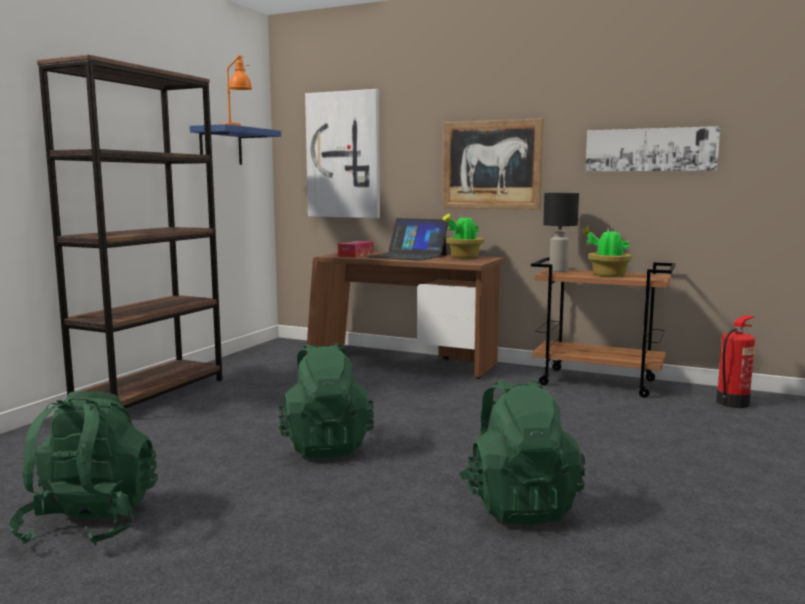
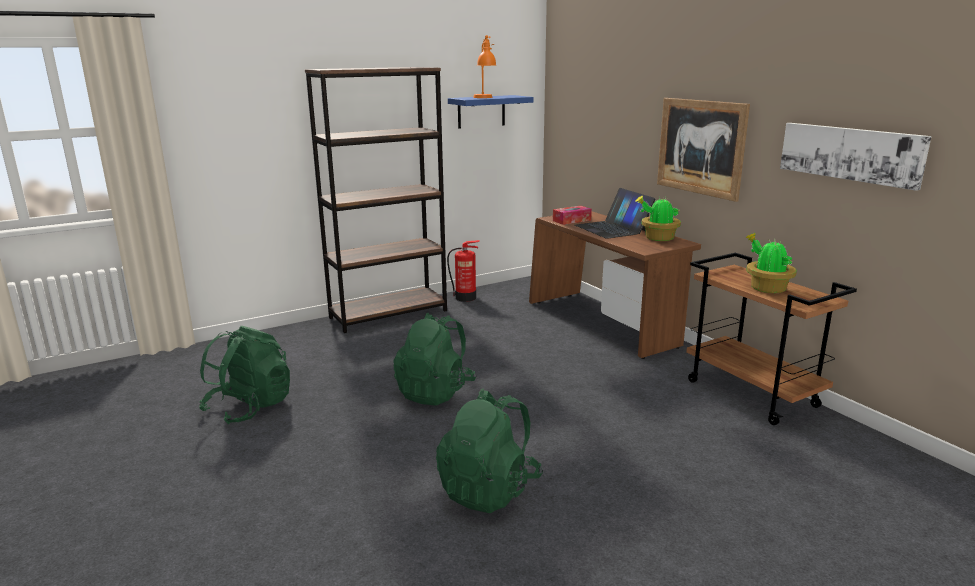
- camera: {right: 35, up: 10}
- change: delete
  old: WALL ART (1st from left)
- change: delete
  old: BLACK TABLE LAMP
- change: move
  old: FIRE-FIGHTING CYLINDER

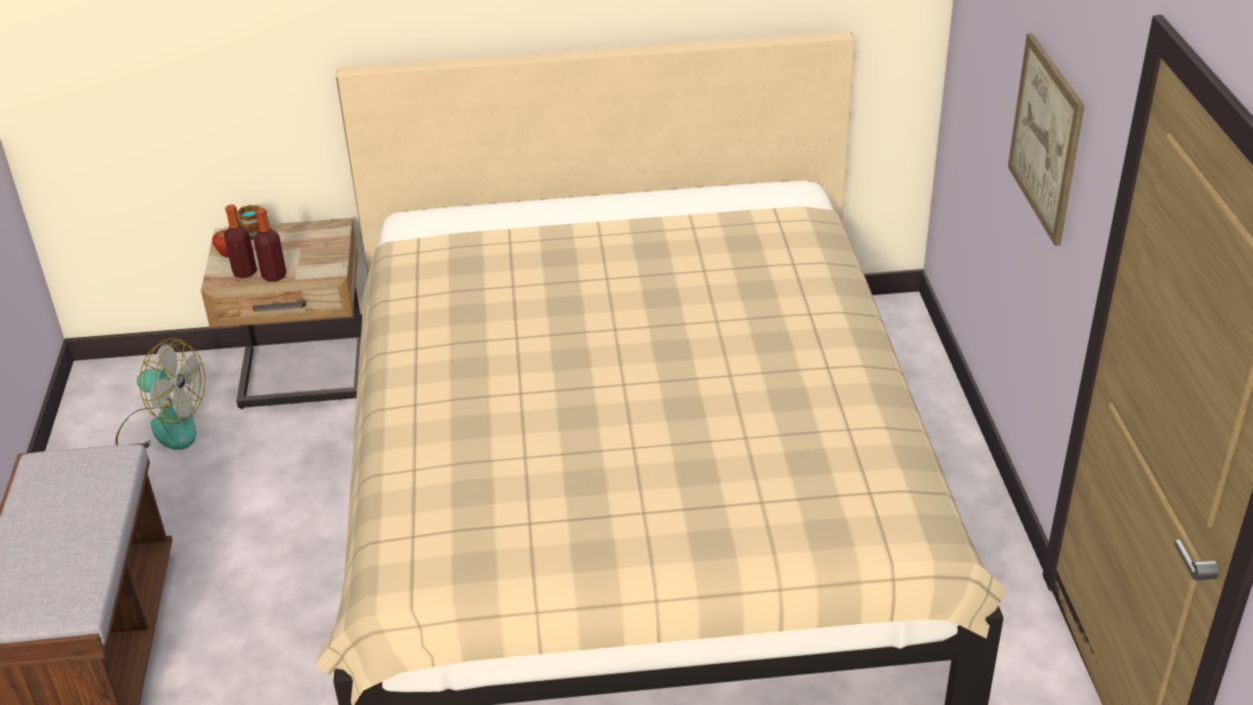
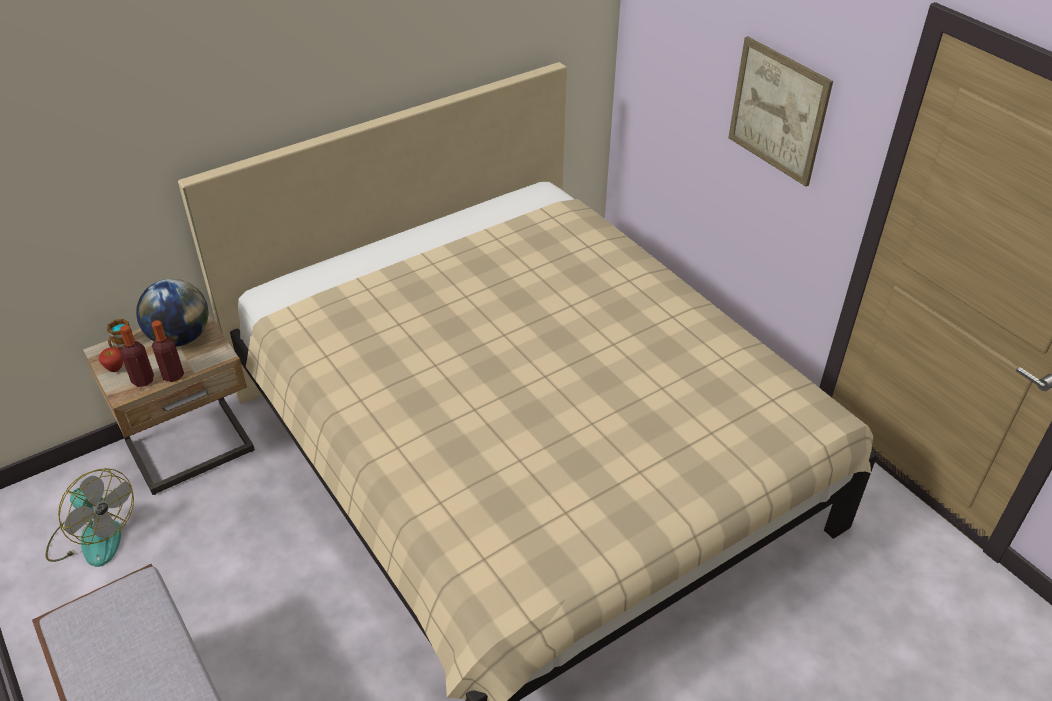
- camera: {right: -30, up: 5}
- change: rotate
  old: COOLING FAN
  degrees: 45
- change: insert
  new: DESK GLOBE

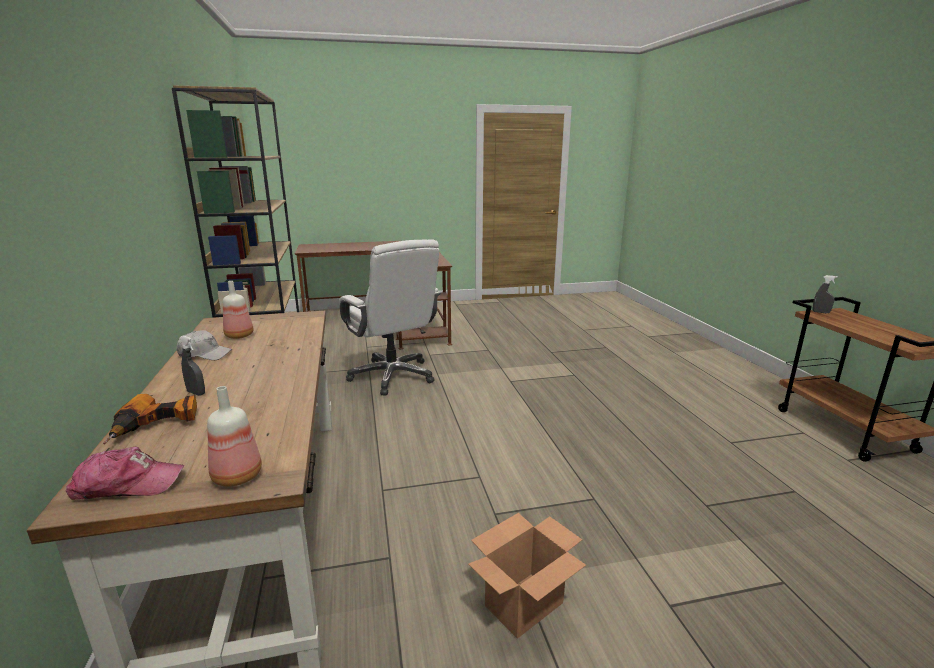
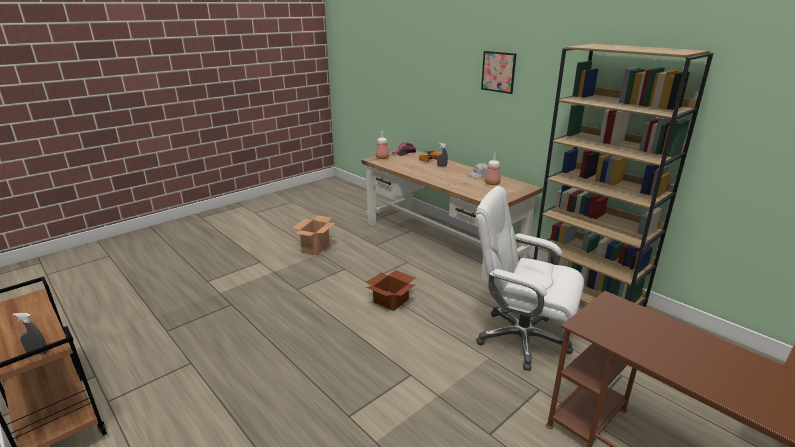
- camera: {right: 150, up: 5}
- change: insert
  new: WALL ART
- change: insert
  new: PACKING BOX (2nd from left)

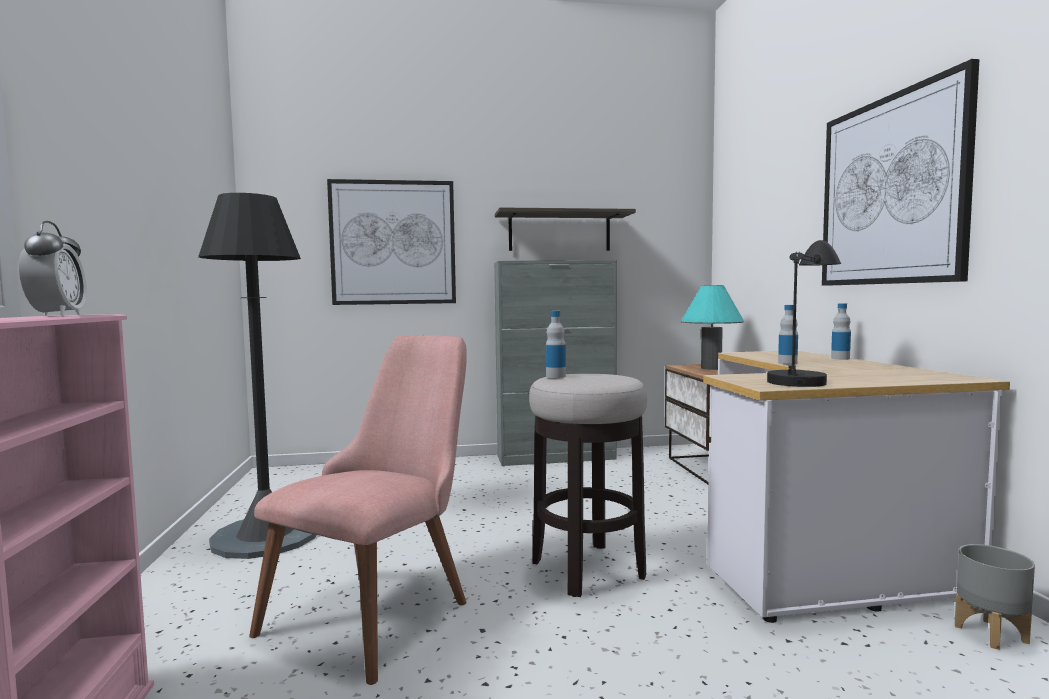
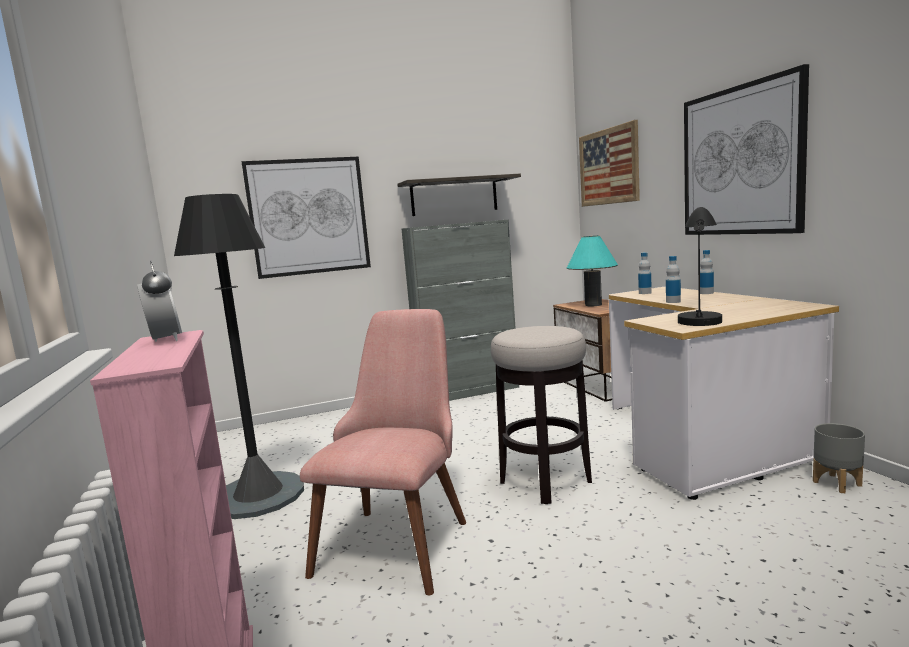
- camera: {right: -10, up: 5}
- change: move
  old: DRINK BOTTLE (1st from left)
- change: insert
  new: WALL ART (2nd from left)

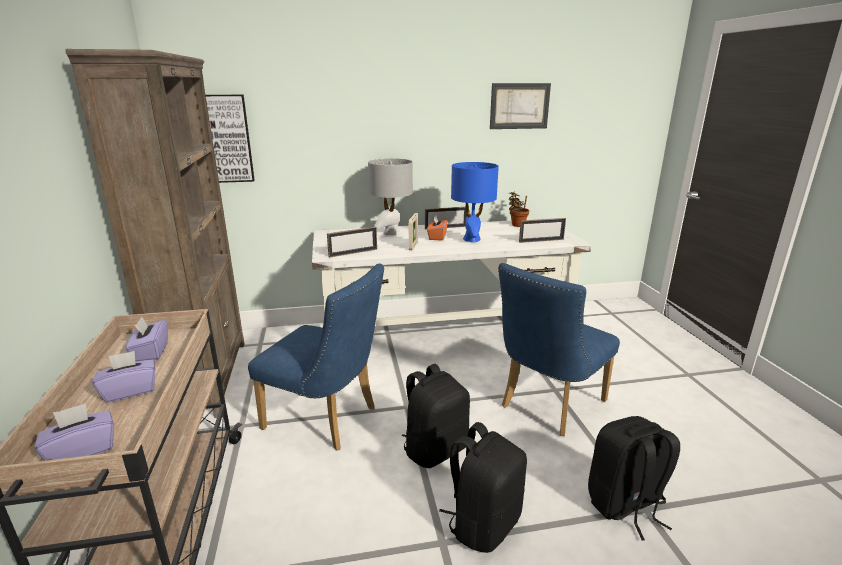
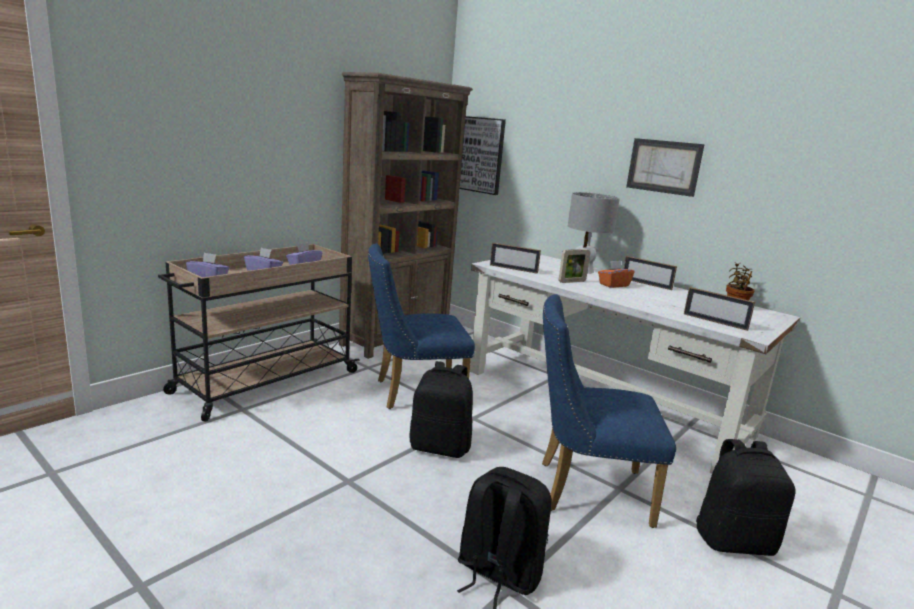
- camera: {right: 50, up: -5}
- change: move
  old: WALL ART (2nd from left)
- change: delete
  old: BLUE TABLE LAMP
- change: rotate
  old: BLUE PLAIN CHAIR (1st from left)
  degrees: 90
- change: move
  old: BLACK RUCKSACK (2nd from left in the first image)
  new: BLACK RUCKSACK (3rd from left)

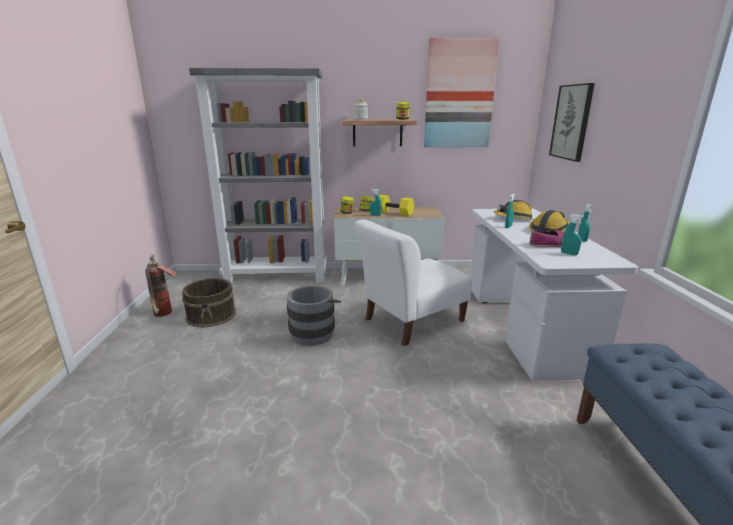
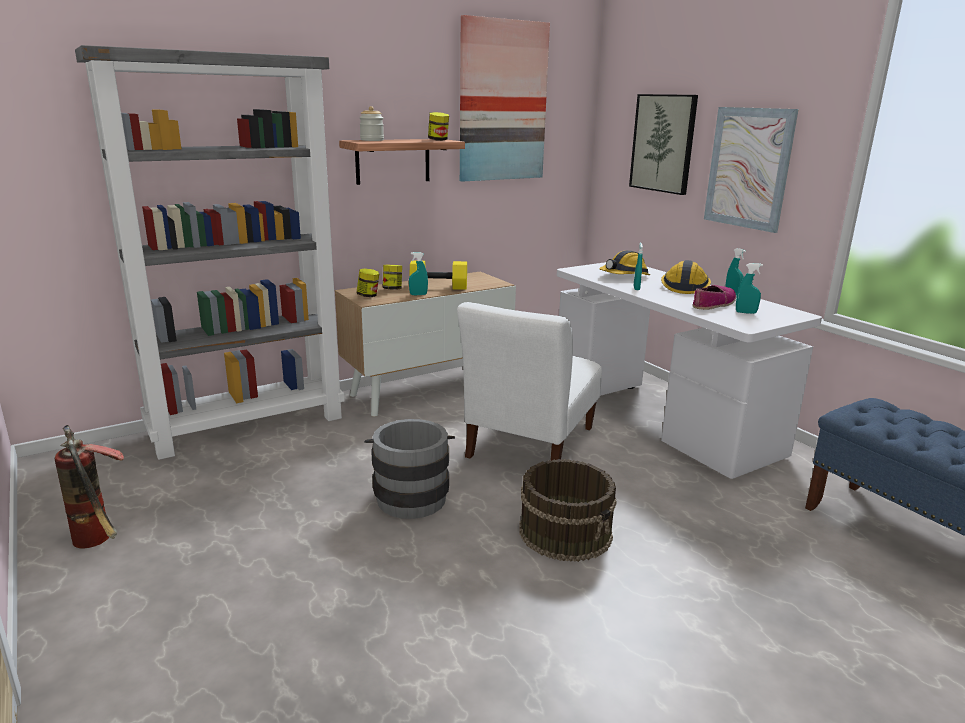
- camera: {right: -30, up: 0}
- change: move
  old: BROWNISH BUCKET
- change: insert
  new: WALL ART (3rd from left)

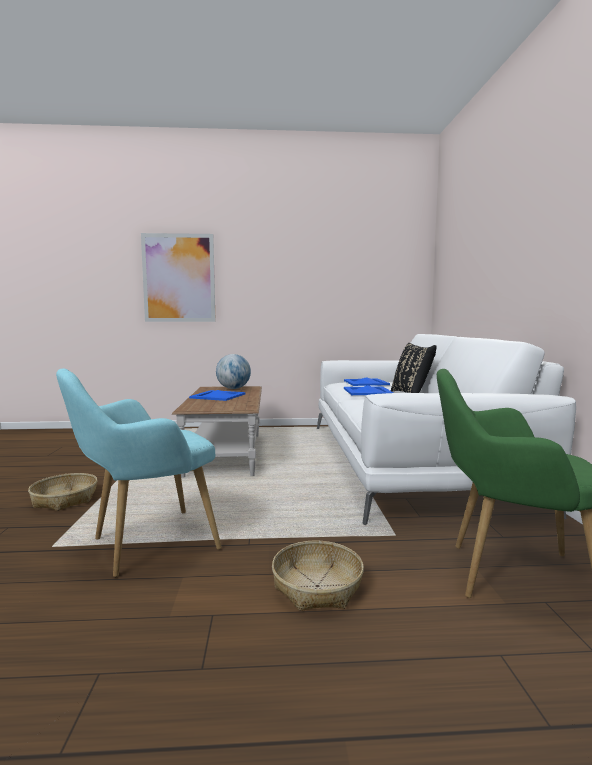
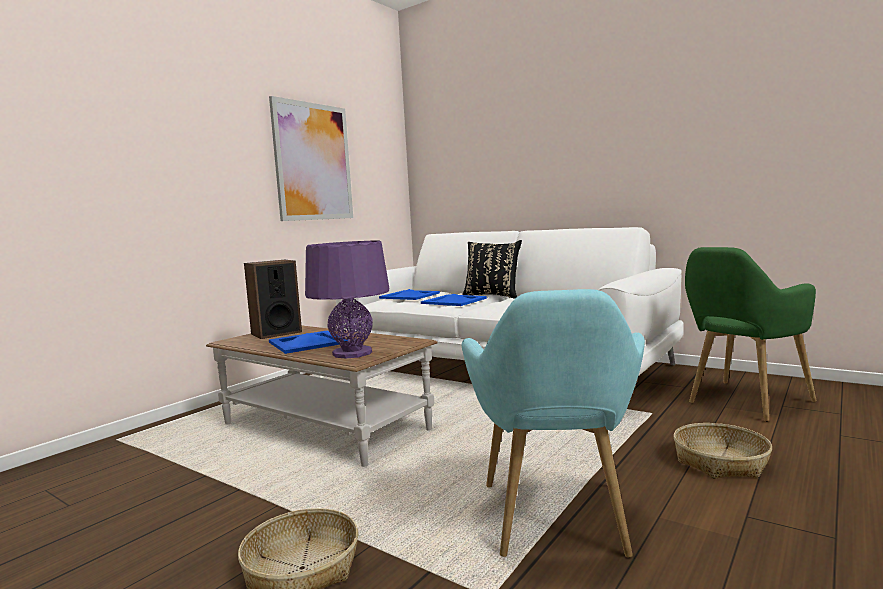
- camera: {right: -50, up: 0}
- change: move
  old: WALL ART
- change: replace
  old: DESK GLOBE
  new: AUDIO SPEAKER
- change: insert
  new: PURPLE TABLE LAMP

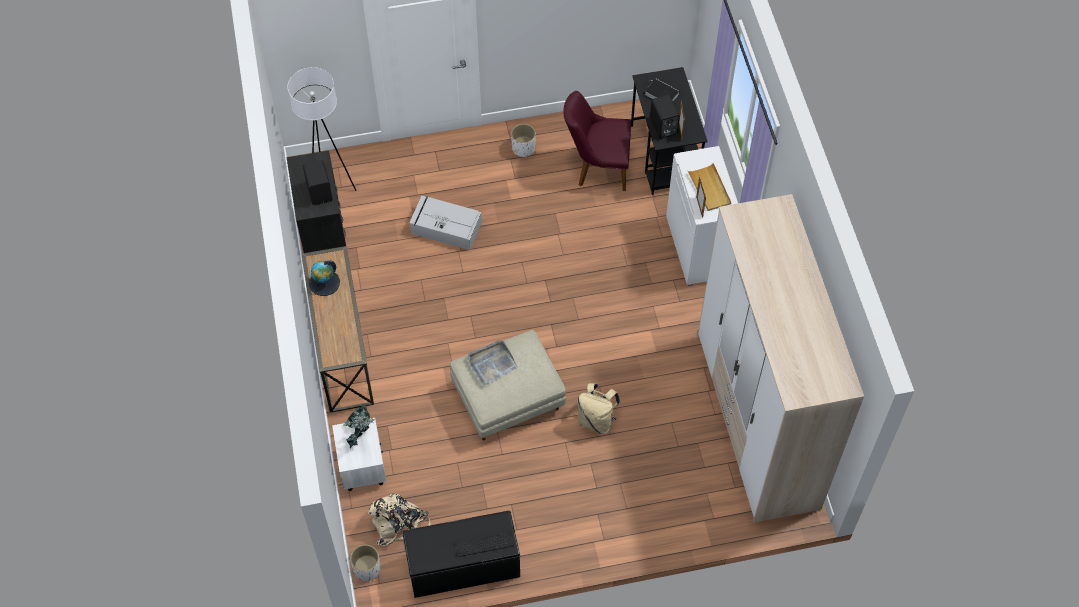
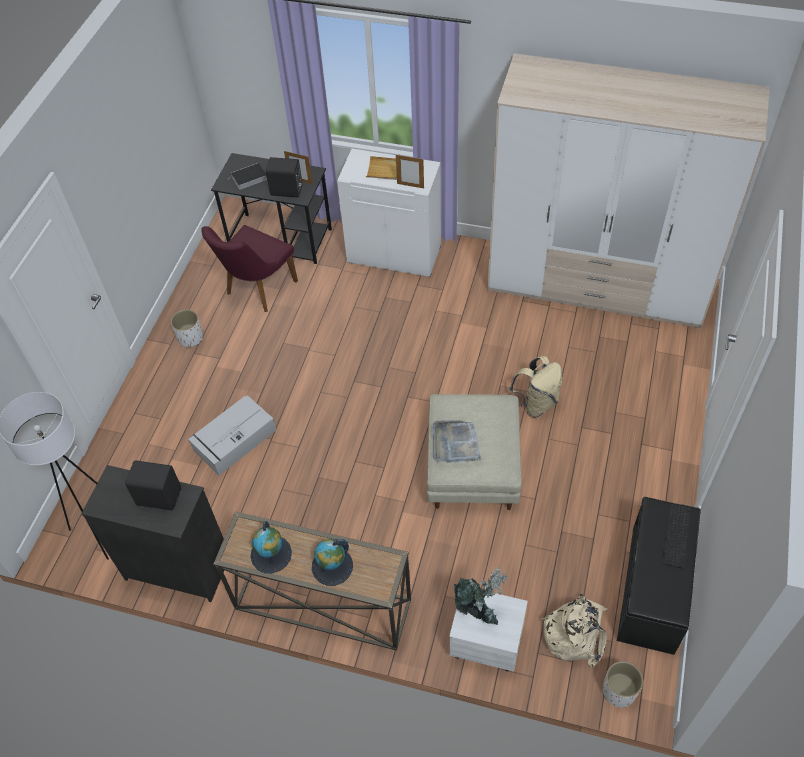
- camera: {right: -60, up: -5}
- change: insert
  new: DESK GLOBE (2nd from left)

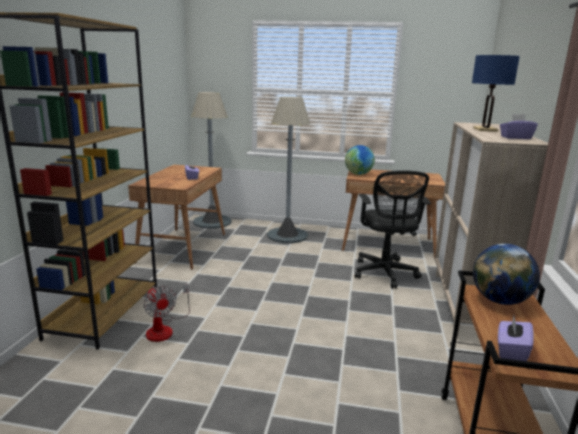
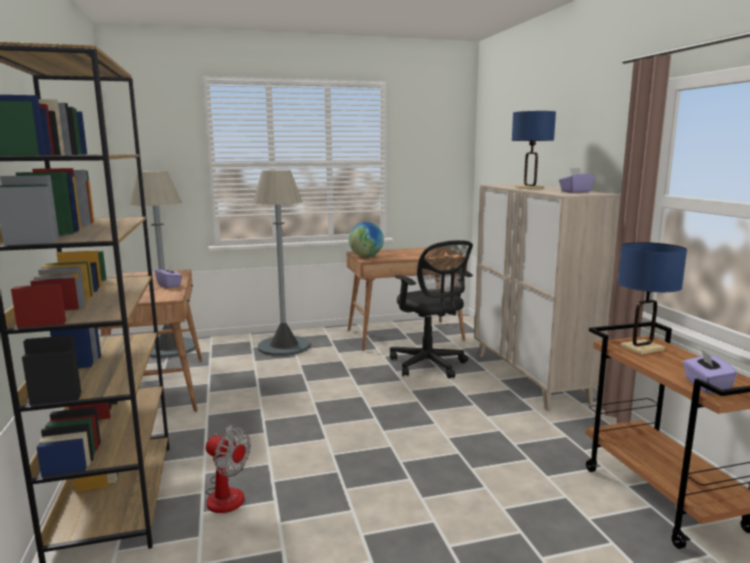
- camera: {right: -25, up: -5}
- change: replace
  old: DESK GLOBE (2nd from left)
  new: BLUE TABLE LAMP (2nd from left)

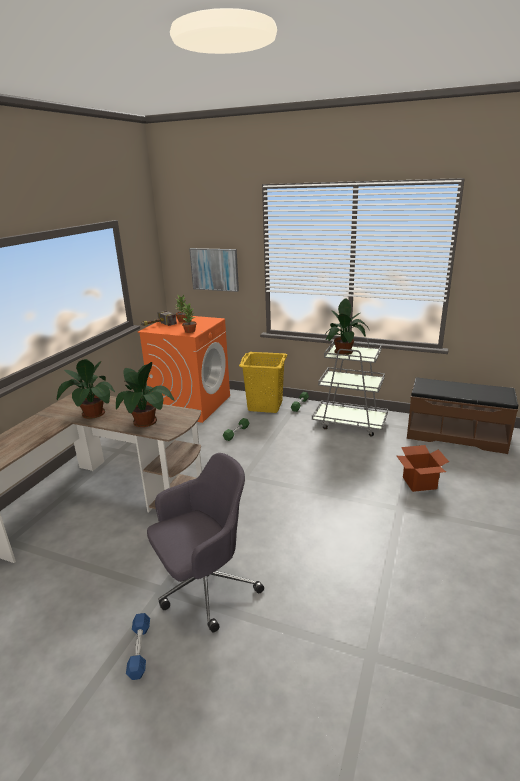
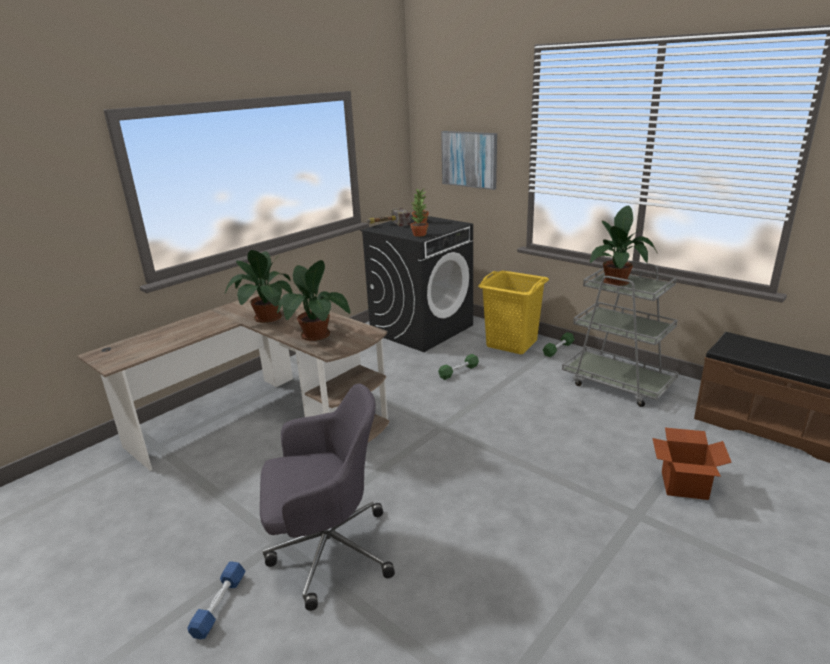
- camera: {right: 20, up: 0}
- change: recolor
  old: ORANGE LAUNDRY APPLIANCE
  new: BLACK LAUNDRY APPLIANCE

